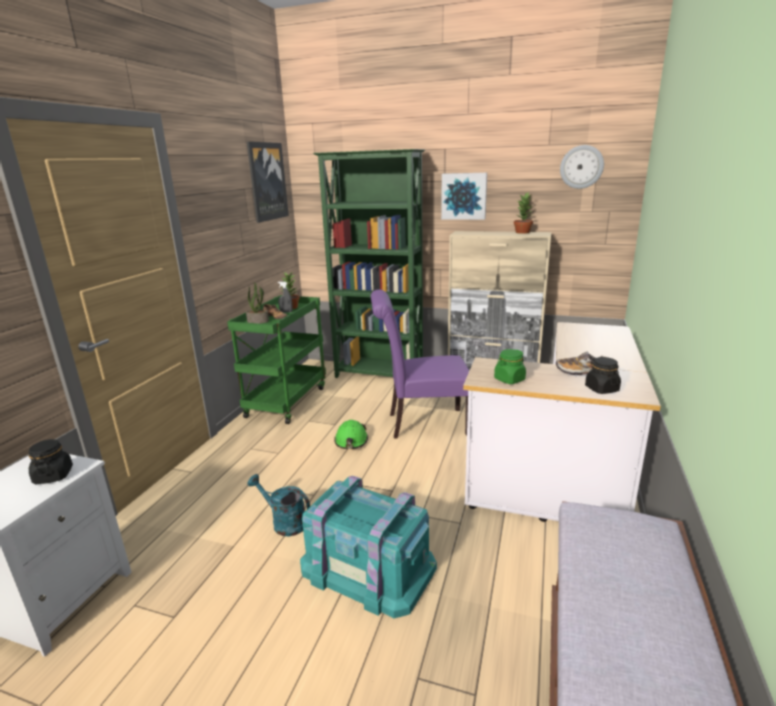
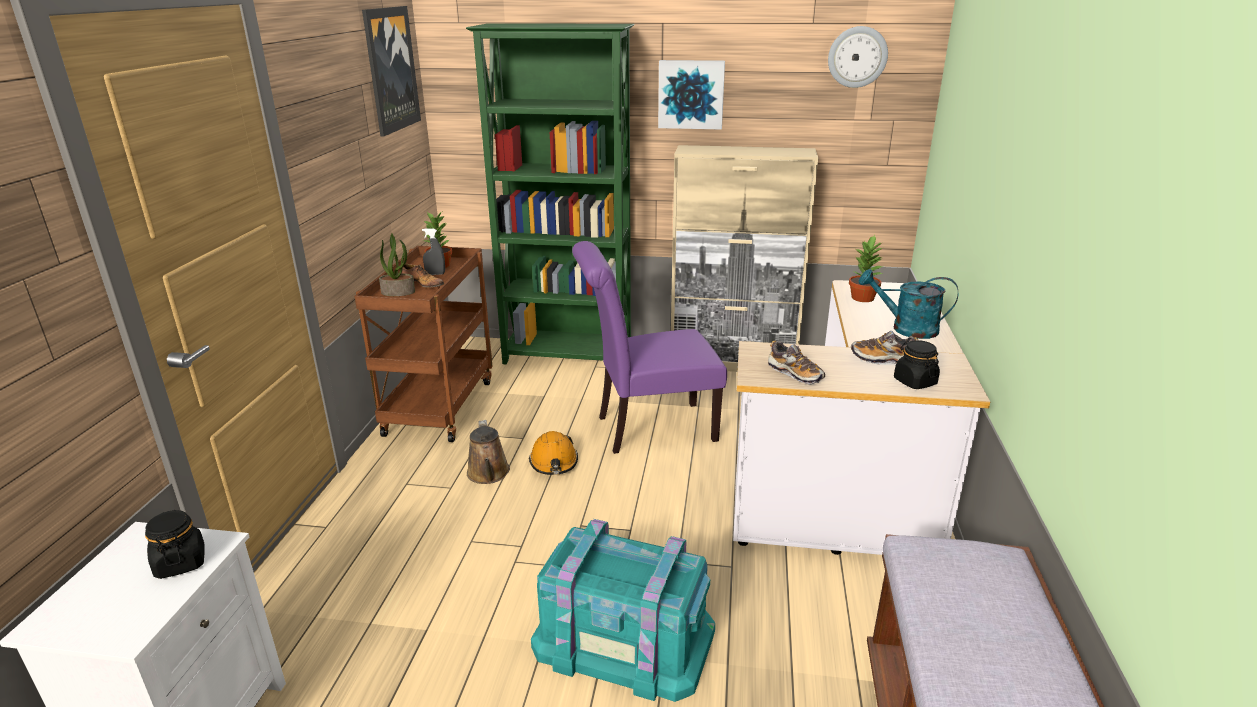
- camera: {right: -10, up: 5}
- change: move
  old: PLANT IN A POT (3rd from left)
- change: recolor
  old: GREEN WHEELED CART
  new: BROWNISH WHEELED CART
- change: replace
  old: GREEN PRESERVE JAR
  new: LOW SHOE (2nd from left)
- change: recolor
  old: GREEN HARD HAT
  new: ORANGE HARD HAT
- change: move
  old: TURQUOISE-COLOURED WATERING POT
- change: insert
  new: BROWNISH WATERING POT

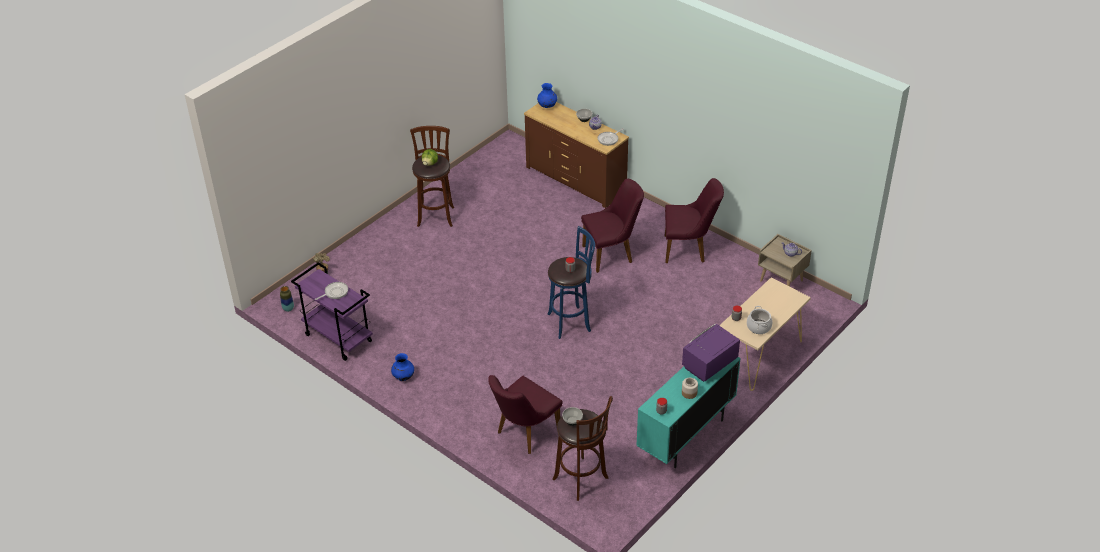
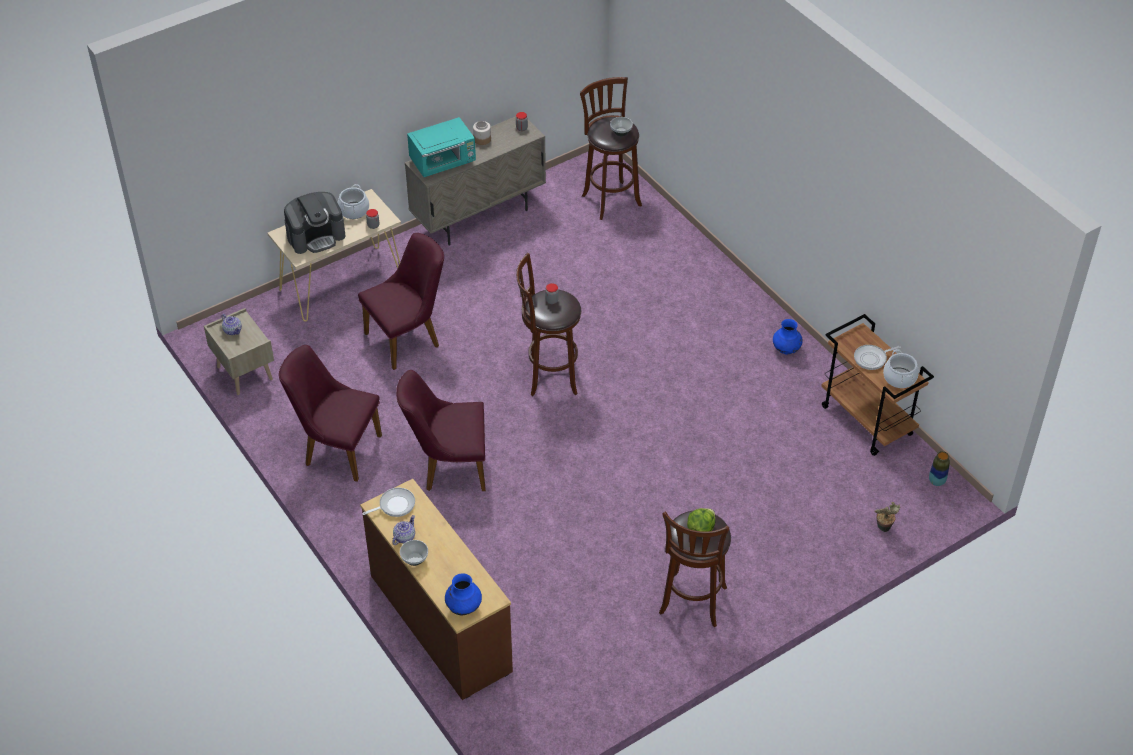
- camera: {right: -165, up: 5}
- change: recolor
  old: BLUE STOOL
  new: BROWNISH STOOL (1st from left)
- change: recolor
  old: PURPLE WHEELED CART
  new: BROWNISH WHEELED CART
- change: recolor
  old: PURPLE KITCHEN MICROWAVE
  new: TURQUOISE-COLOURED KITCHEN MICROWAVE
- change: recolor
  old: TURQUOISE-COLOURED CABINET
  new: BEIGE CABINET
- change: move
  old: PURPLE PLAIN CHAIR (1st from left in the first image)
  new: PURPLE PLAIN CHAIR (2nd from left)
- change: insert
  new: COFFEE MAKER
- change: insert
  new: STOCKPOT (2nd from left)

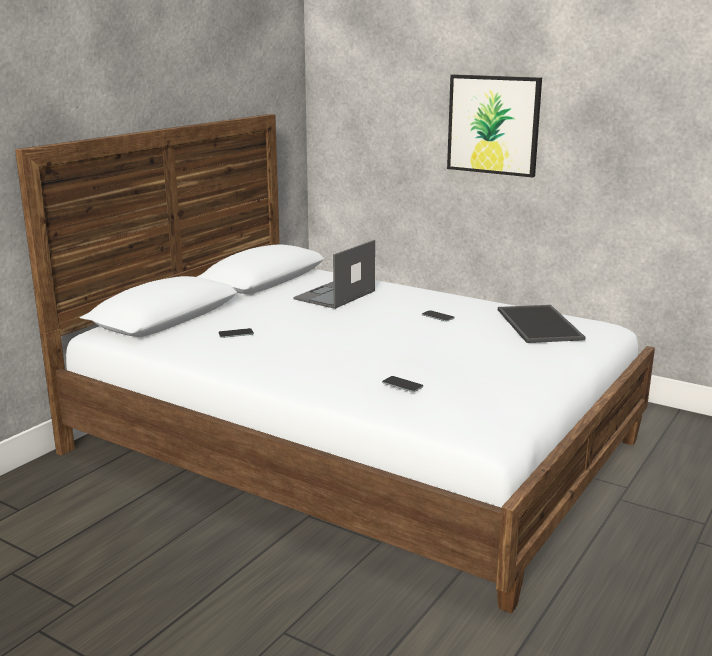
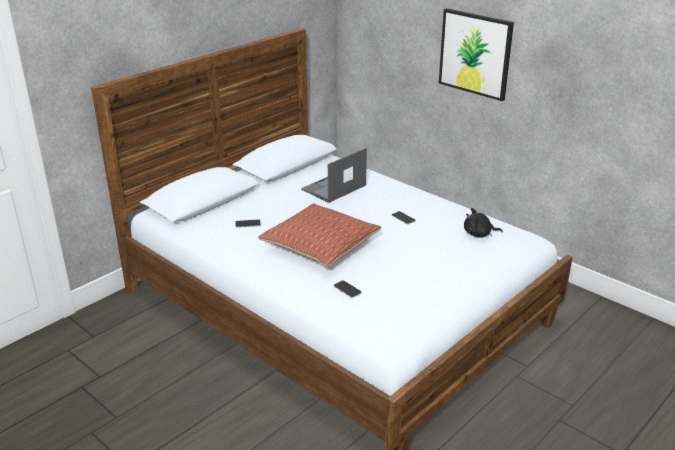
- camera: {right: 10, up: 10}
- change: replace
  old: SERVING TRAY
  new: BLACK CUDDLY TOY
- change: insert
  new: PILLOW

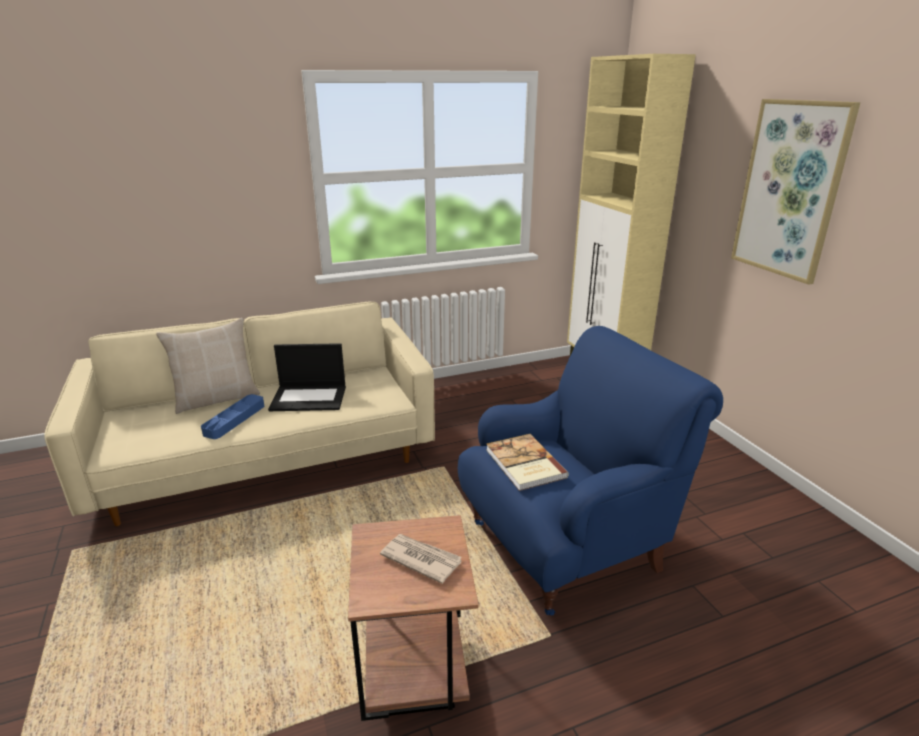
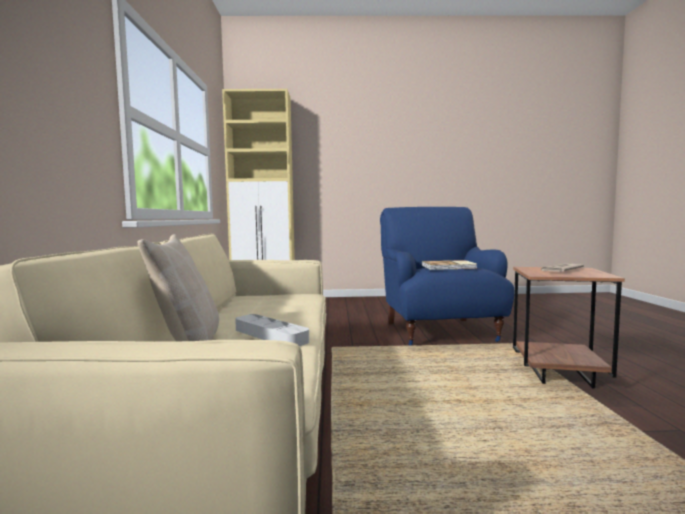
- camera: {right: -70, up: -20}
- change: delete
  old: WALL ART
- change: delete
  old: LAPTOP
- change: recolor
  old: BLUE SERVING TRAY
  new: GREYISH SERVING TRAY

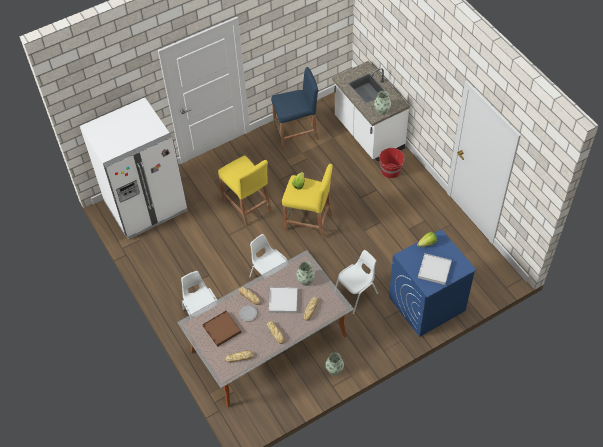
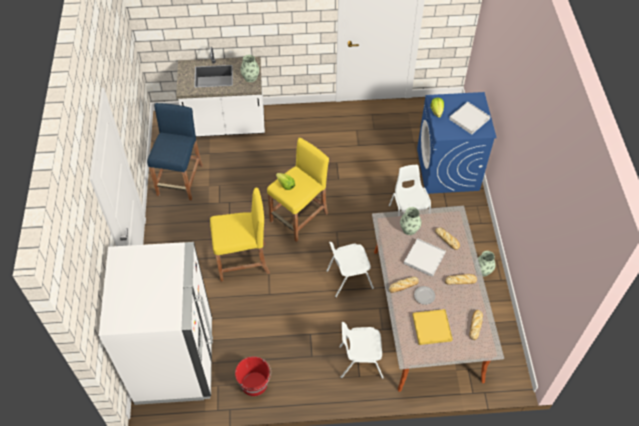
- camera: {right: -65, up: 0}
- change: move
  old: REDDISH BUCKET
- change: recolor
  old: BROWNISH SERVING TRAY
  new: YELLOWISH SERVING TRAY

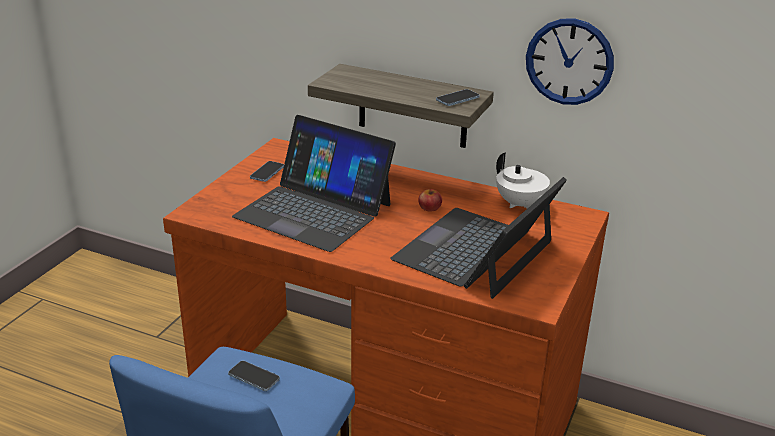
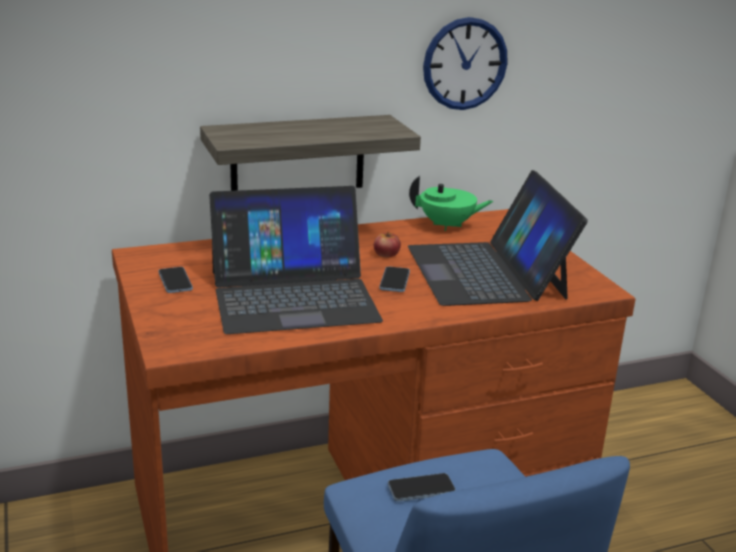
- camera: {right: -45, up: -5}
- change: move
  old: PHONE (3rd from left in the first image)
  new: PHONE (2nd from left)
- change: recolor
  old: WHITISH TEA POT
  new: GREEN TEA POT

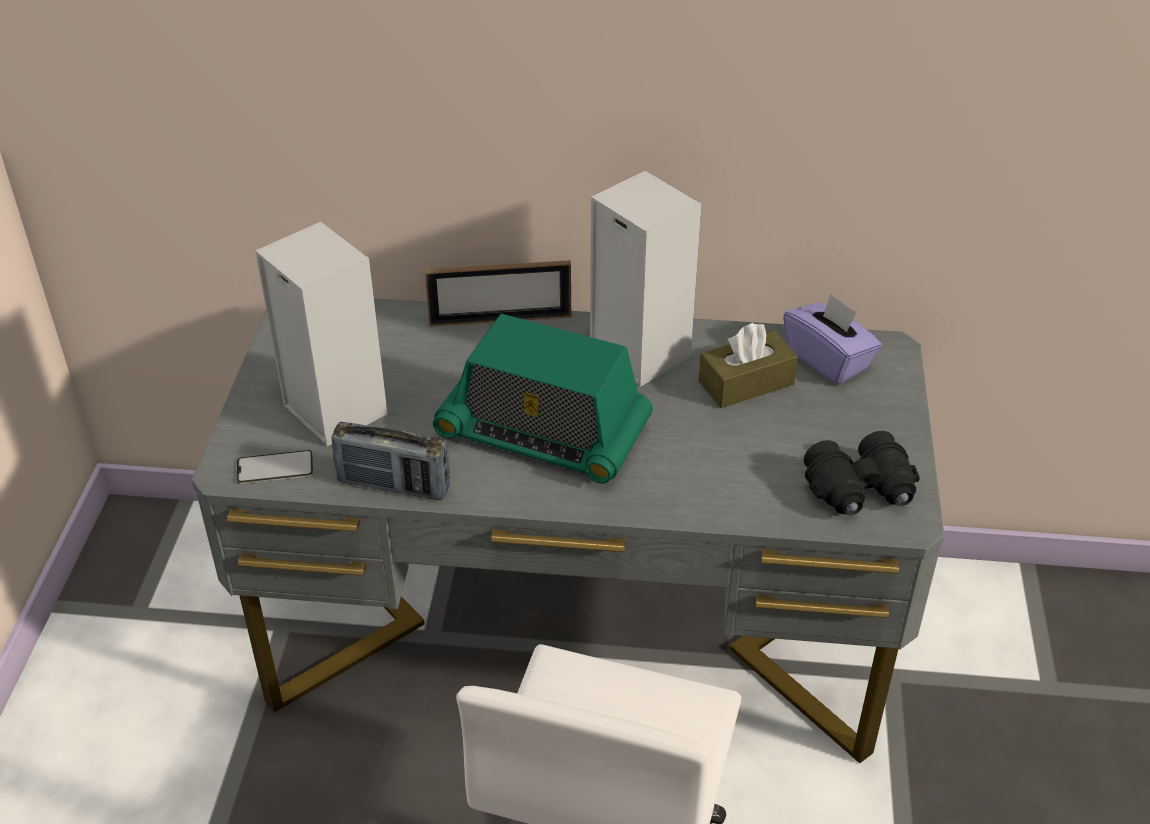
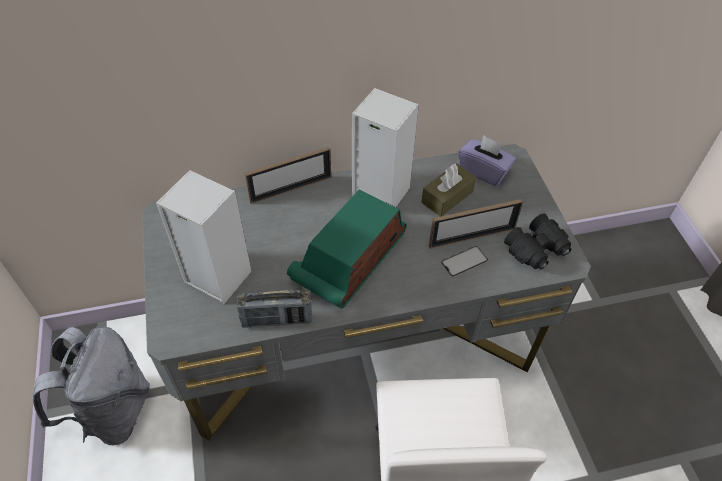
- camera: {right: -20, up: 10}
- change: rotate
  old: RADIO RECEIVER (2nd from left)
  degrees: 120
- change: move
  old: PHONE
- change: insert
  new: PHOTO FRAME (2nd from left)
- change: insert
  new: GREYISH RUCKSACK

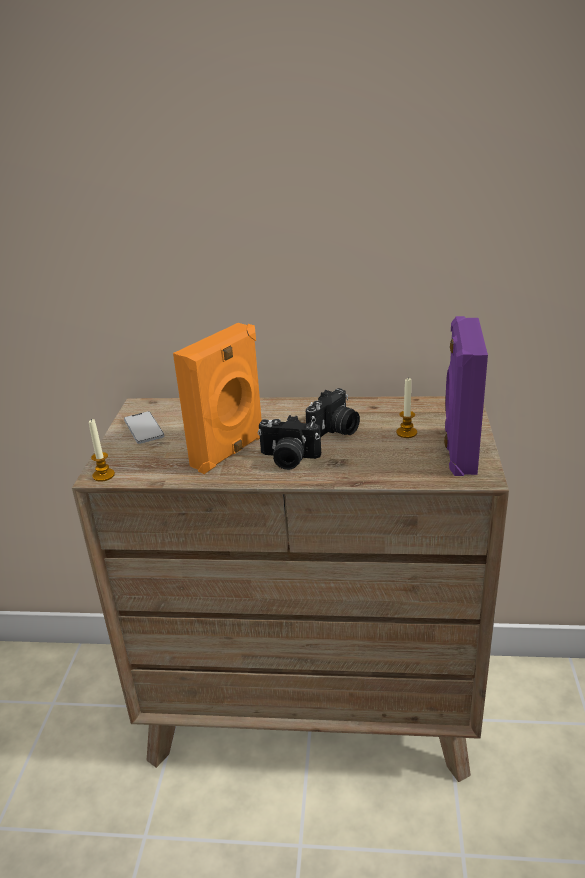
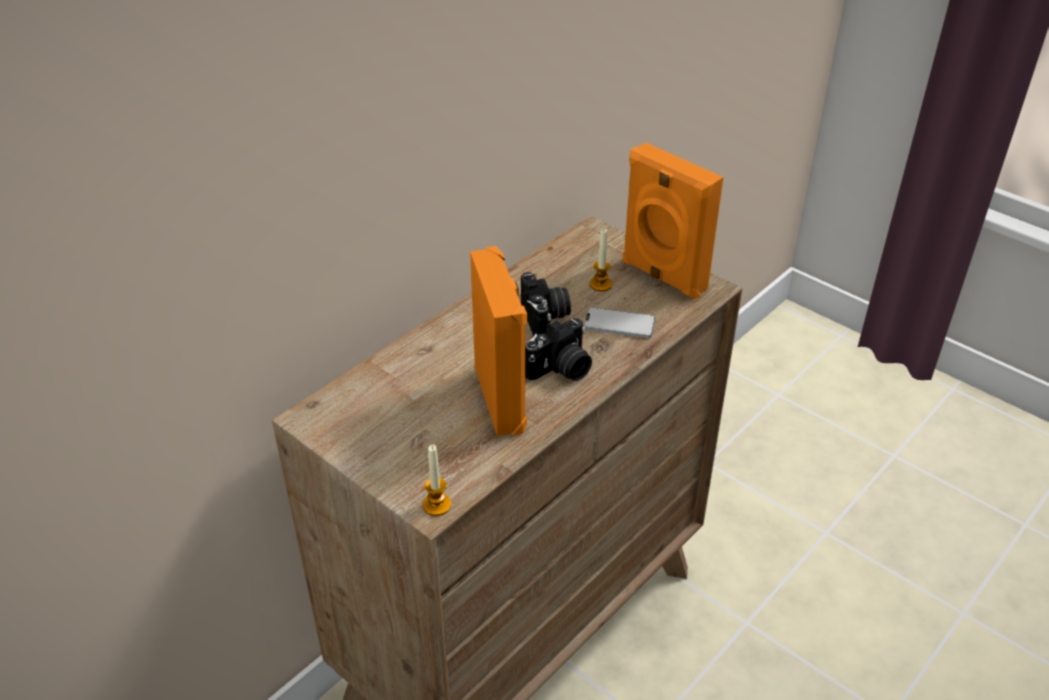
- camera: {right: -55, up: 10}
- change: recolor
  old: PURPLE AUDIO SPEAKER
  new: ORANGE AUDIO SPEAKER (2nd from left)
- change: move
  old: PHONE

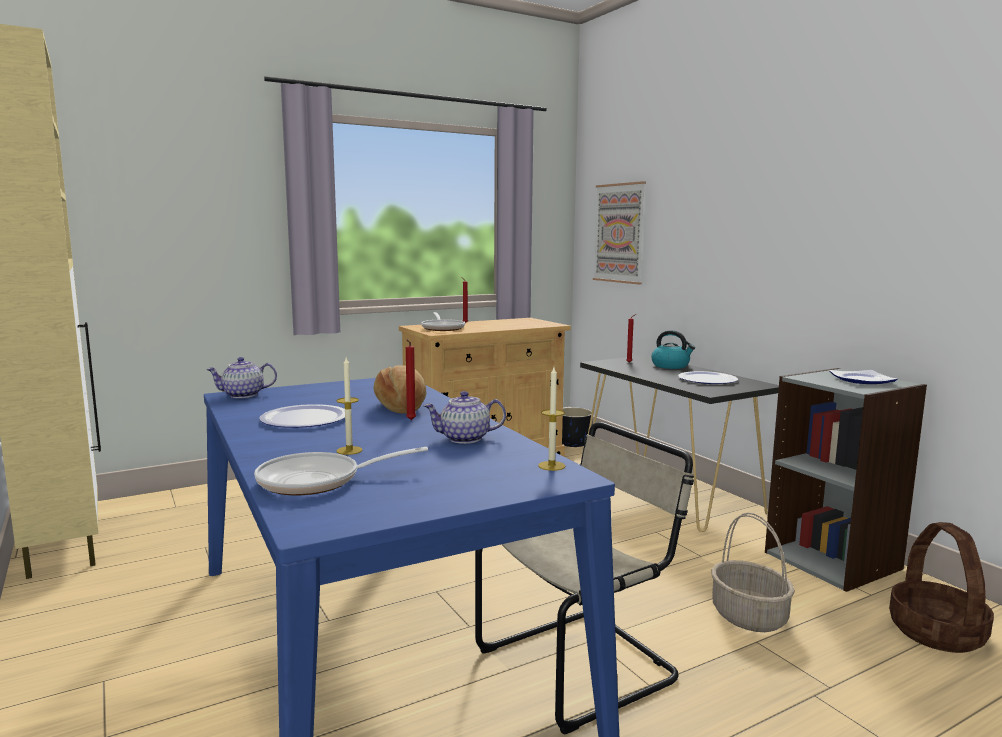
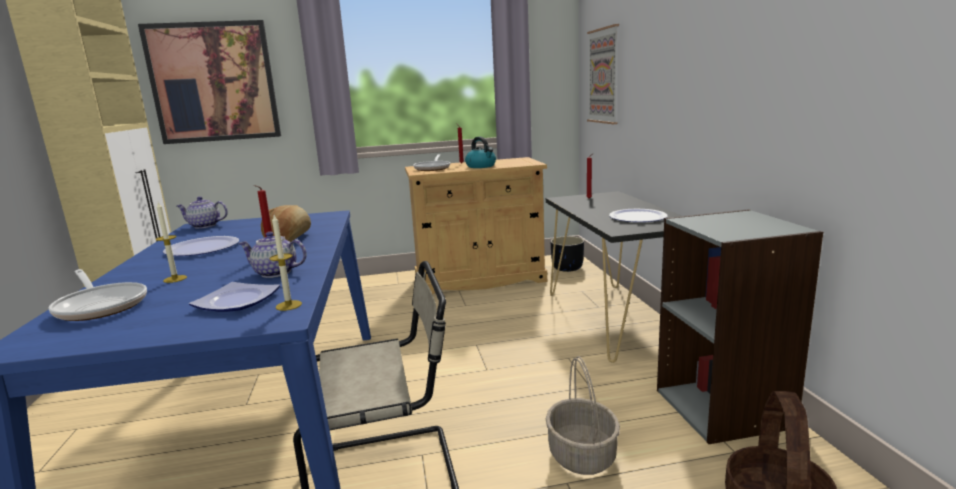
- camera: {right: 20, up: 5}
- change: move
  old: KETTLE
- change: move
  old: PLATE (3rd from left in the first image)
  new: PLATE (2nd from left)
- change: rotate
  old: SKILLET (1st from left)
  degrees: -135
- change: insert
  new: WALL ART (1st from left)

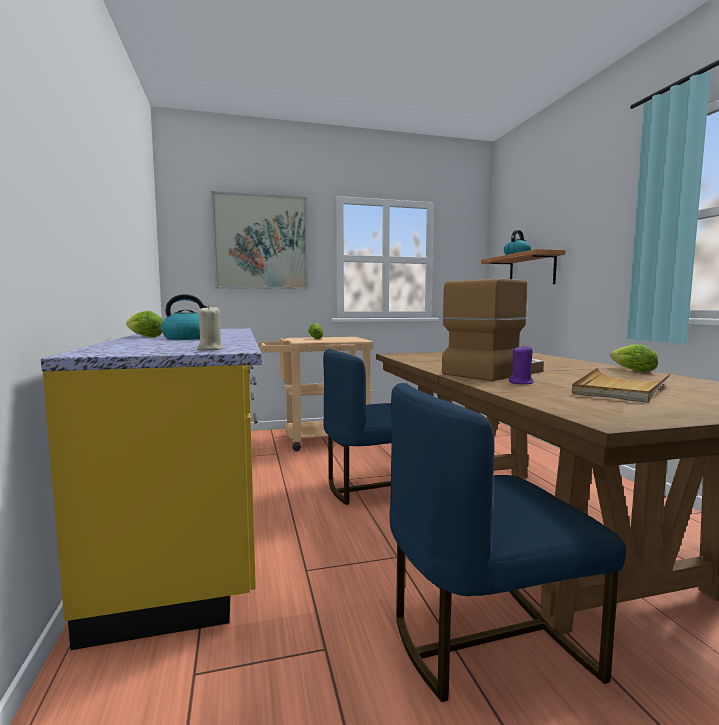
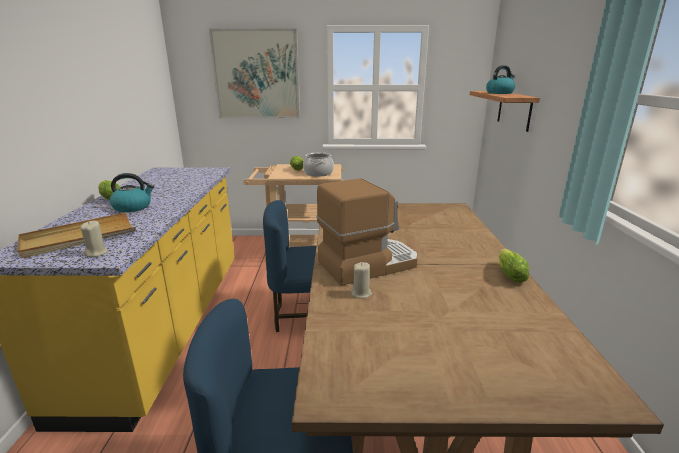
- camera: {right: 15, up: 15}
- change: recolor
  old: PURPLE CANDLE
  new: BEIGE CANDLE (2nd from left)
- change: move
  old: BEIGE SERVING TRAY
- change: insert
  new: STOCKPOT

